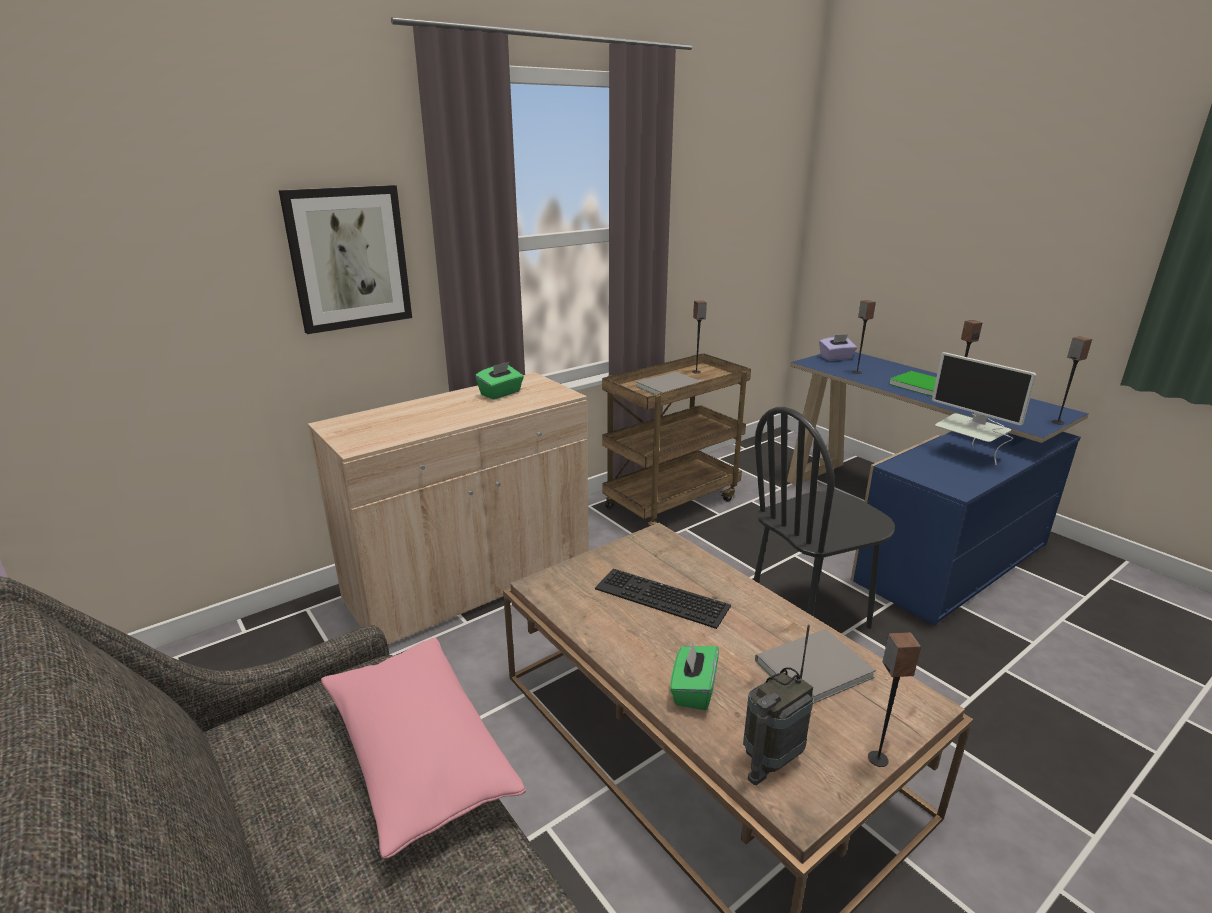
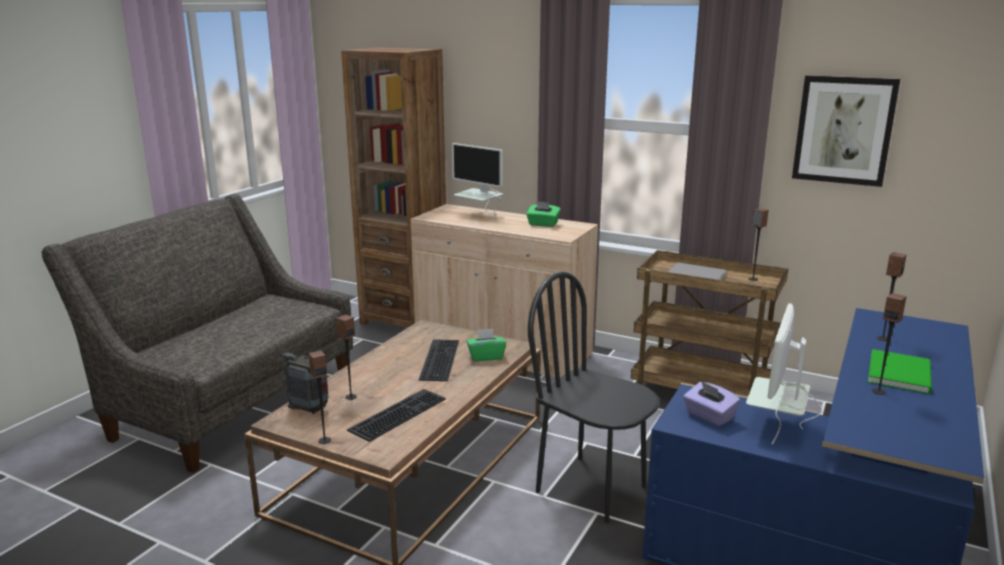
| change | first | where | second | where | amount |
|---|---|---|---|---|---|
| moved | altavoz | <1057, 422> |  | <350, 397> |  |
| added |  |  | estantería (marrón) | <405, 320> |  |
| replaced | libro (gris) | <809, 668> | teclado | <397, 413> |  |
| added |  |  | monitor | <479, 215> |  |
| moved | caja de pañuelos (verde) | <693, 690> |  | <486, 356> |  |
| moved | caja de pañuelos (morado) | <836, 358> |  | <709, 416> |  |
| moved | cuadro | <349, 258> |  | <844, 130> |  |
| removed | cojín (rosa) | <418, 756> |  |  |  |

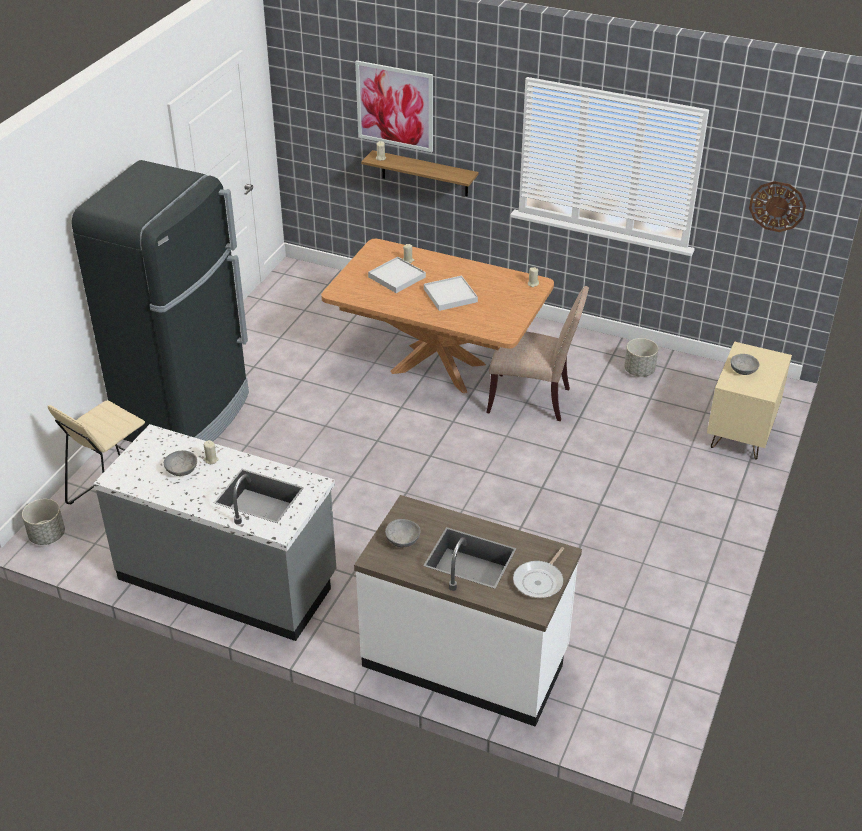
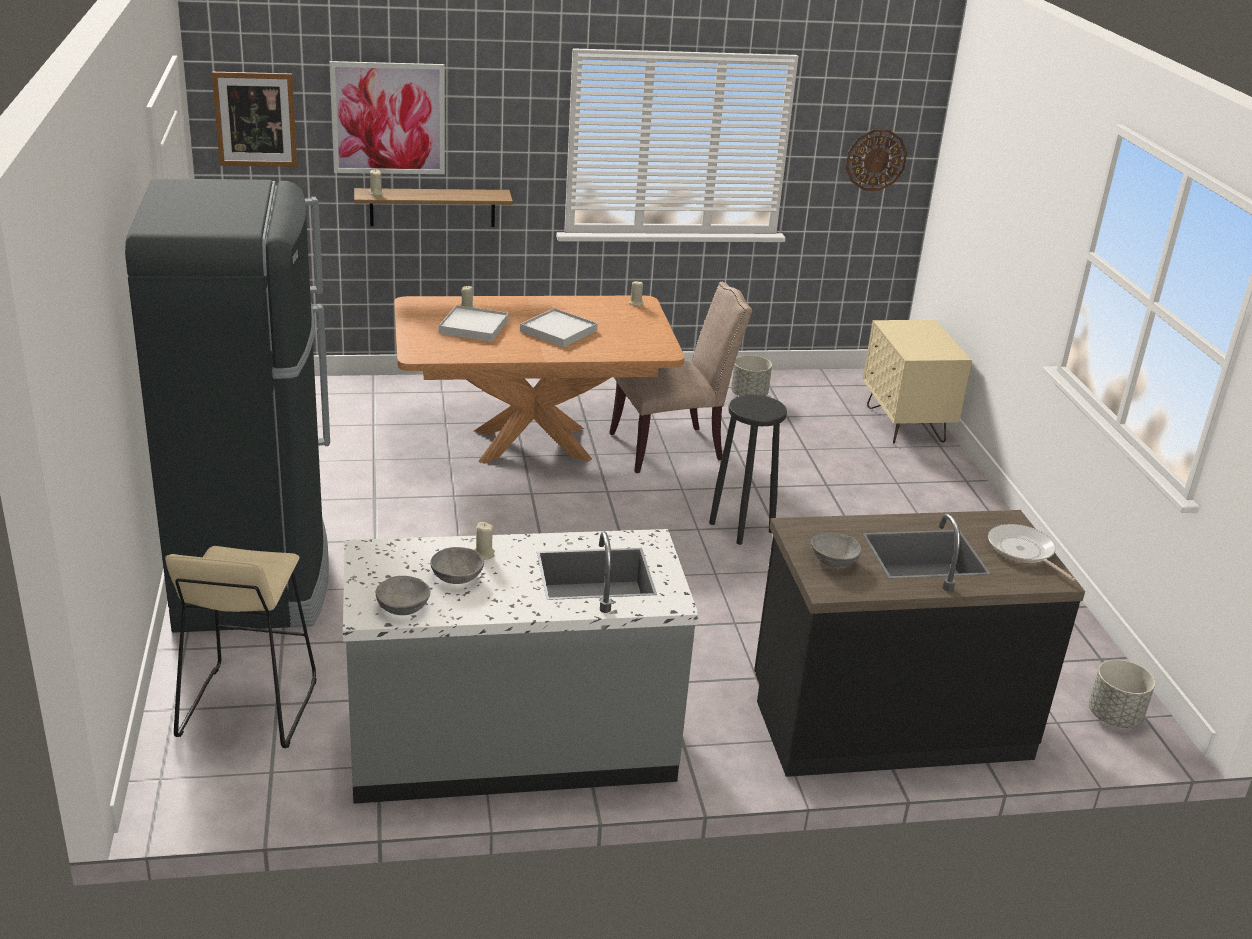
| change | first | where | second | where | amount |
|---|---|---|---|---|---|
| added |  |  | cuadro | <255, 119> |  |
| moved | cuenco (gris) | <742, 370> |  | <402, 607> |  |
| added |  |  | taburete (negro) | <742, 527> |  |
| recoloured | mueble bajo de cocina (blanco) | <465, 658> | mueble bajo de cocina (negro) | <888, 721> |  |
| turned | sartén | <539, 581> |  | <1023, 551> | 150 degrees clockwise |
| moved | maceta (gris) | <47, 536> |  | <1114, 717> |  |

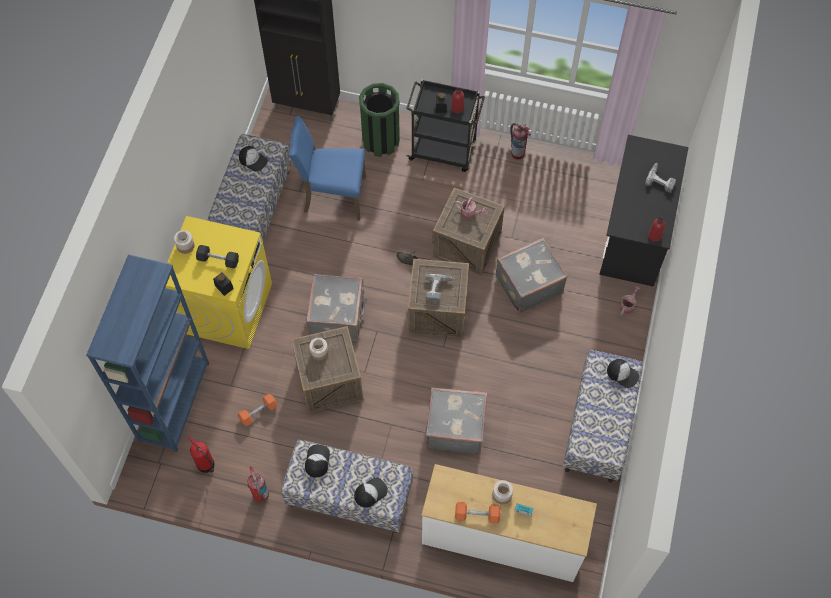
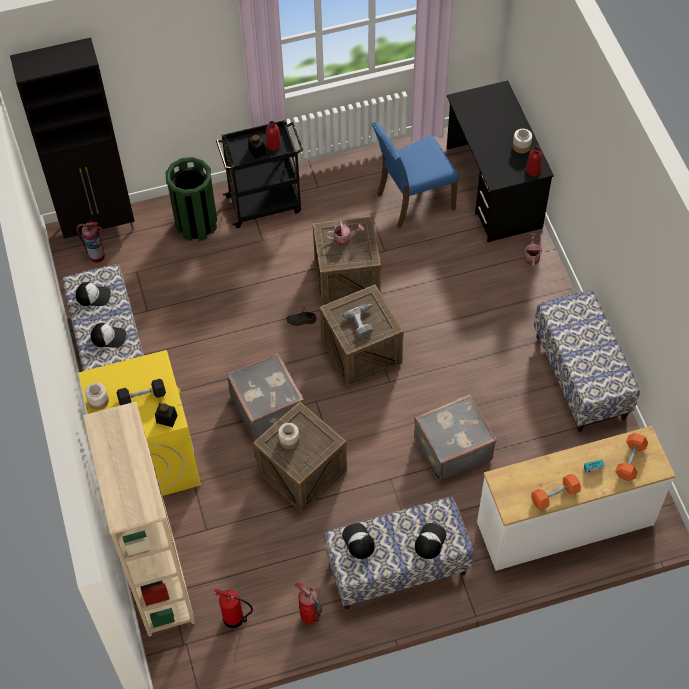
| change | first | where | second | where | amount |
|---|---|---|---|---|---|
| moved | extintor | <517, 153> |  | <97, 256> |  |
| recoloured | estantería (azul) | <174, 402> | estantería (beis) | <159, 577> |  |
| moved | gorra | <623, 374> |  | <109, 337> |  |
| moved | silla (azul) | <333, 196> |  | <413, 201> |  |
| moved | tarro | <501, 495> |  | <521, 146> |  |
| moved | mancuerna (naranja) | <258, 412> |  | <630, 460> |  |
| removed | maleta (gris) | <528, 284> |  |  |  |
| removed | taladro | <661, 179> |  |  |  |

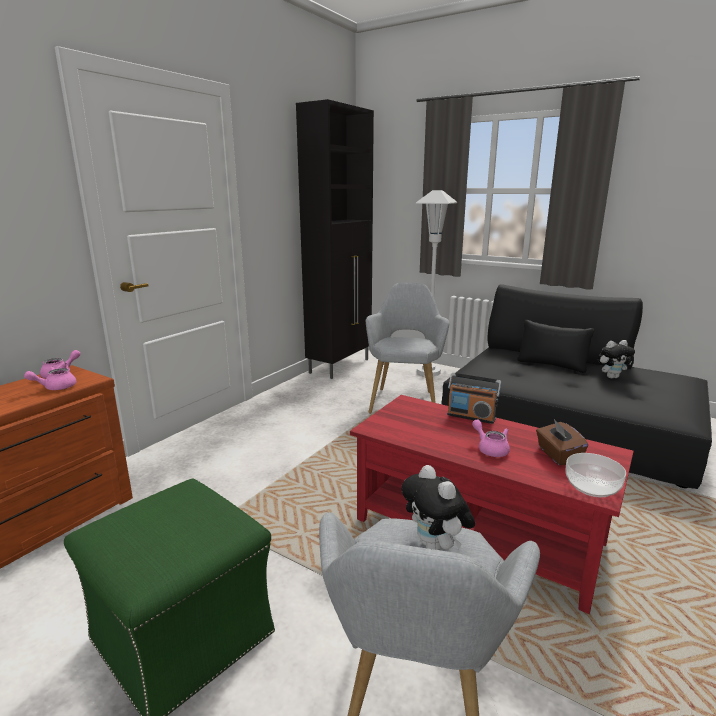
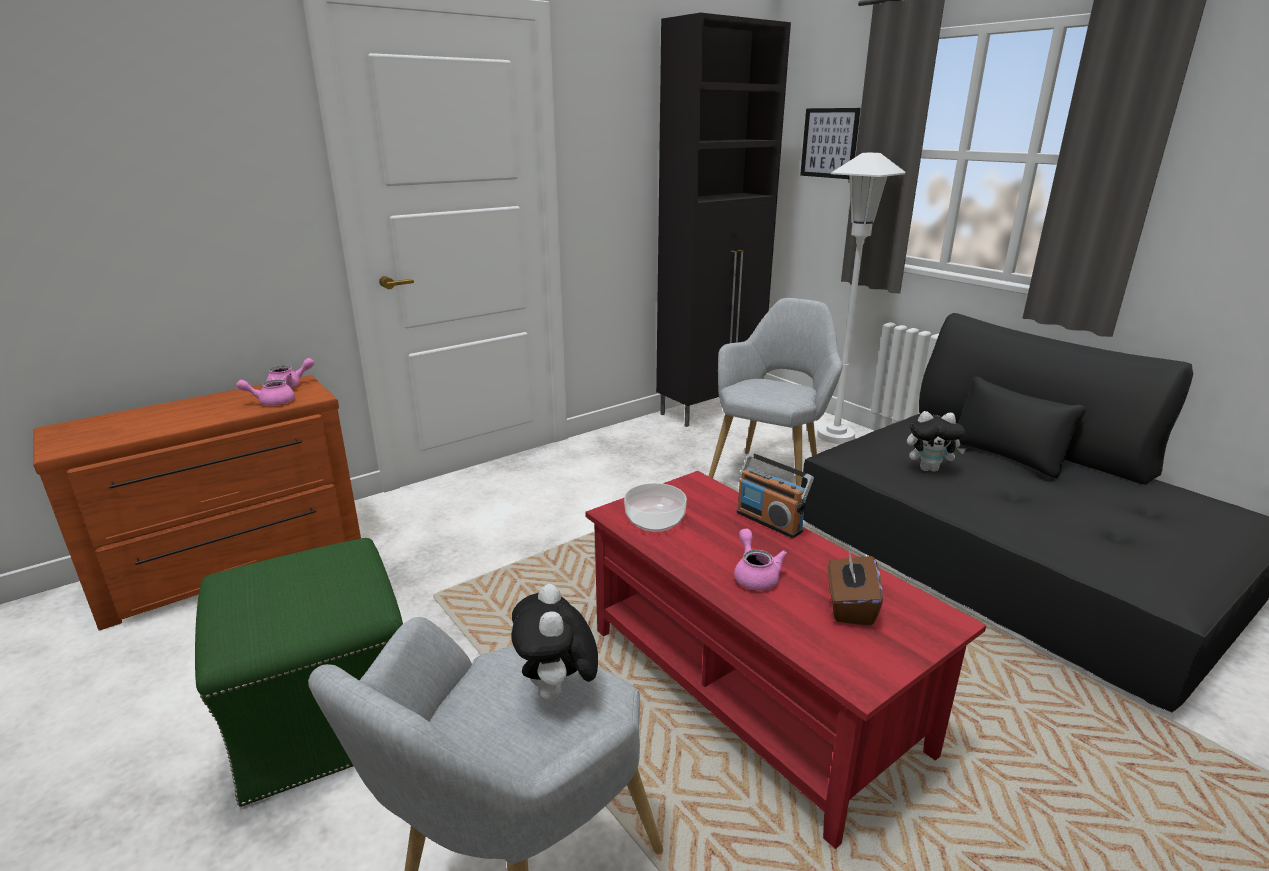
| change | first | where | second | where | amount |
|---|---|---|---|---|---|
| moved | cuenco | <592, 486> |  | <655, 520> |  |
| added |  |  | cuadro | <829, 143> |  |
| moved | peluche | <611, 377> |  | <929, 469> |  |

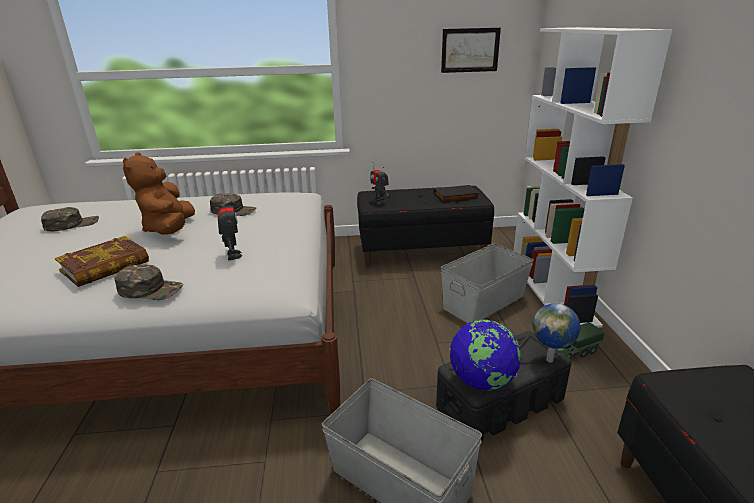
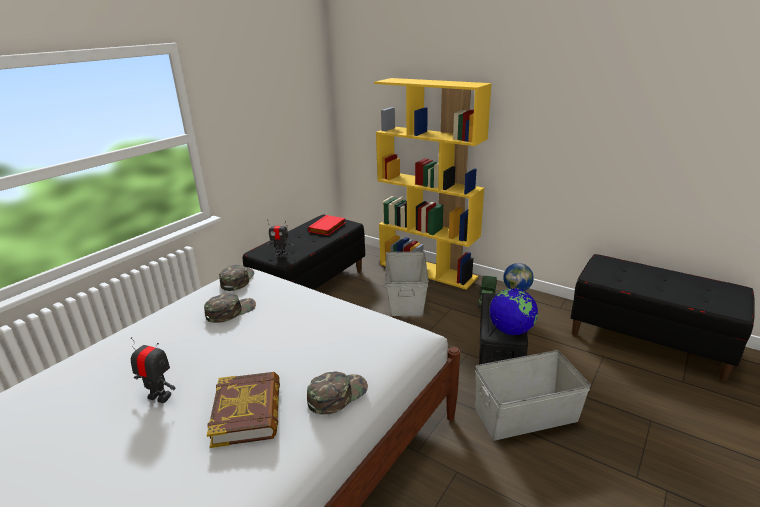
| change | first | where | second | where | amount |
|---|---|---|---|---|---|
| moved | robot de juguete | <233, 255> |  | <159, 396> |  |
| moved | gorra (verde) | <72, 224> |  | <237, 280> |  |
| recoloured | libro (negro) | <456, 196> | libro (rojo) | <328, 227> |  |
| recoloured | estantería (blanco) | <552, 291> | estantería (amarillo) | <428, 270> |  |
| removed | peluche (marrón) | <169, 229> |  |  |  |
| removed | cuadro | <470, 50> |  |  |  |

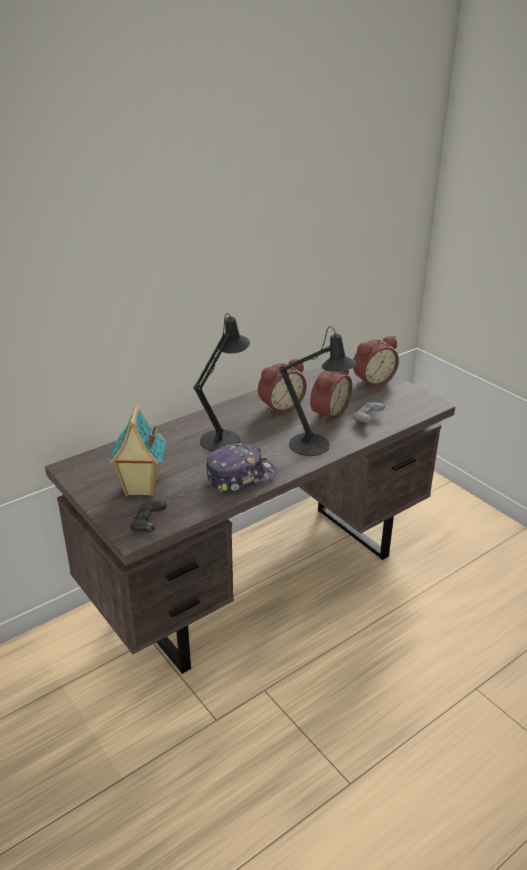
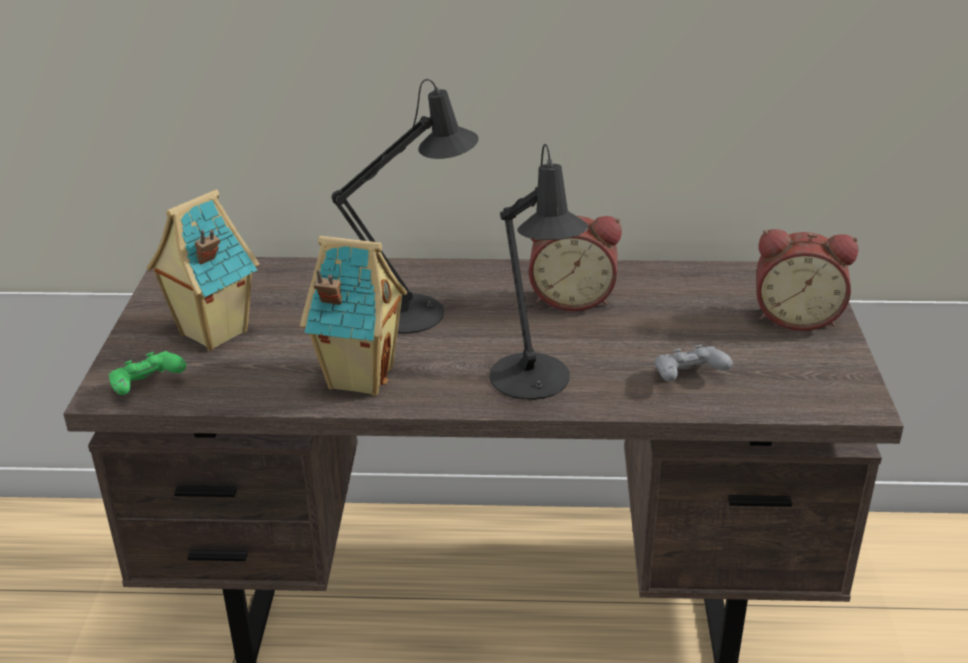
| change | first | where | second | where | amount |
|---|---|---|---|---|---|
| recoloured | mando de consola (negro) | <148, 525> | mando de consola (verde) | <147, 387> |  |
| replaced | gorra | <240, 476> | casita | <358, 377> |  |
| removed | despertador | <327, 412> |  |  |  |

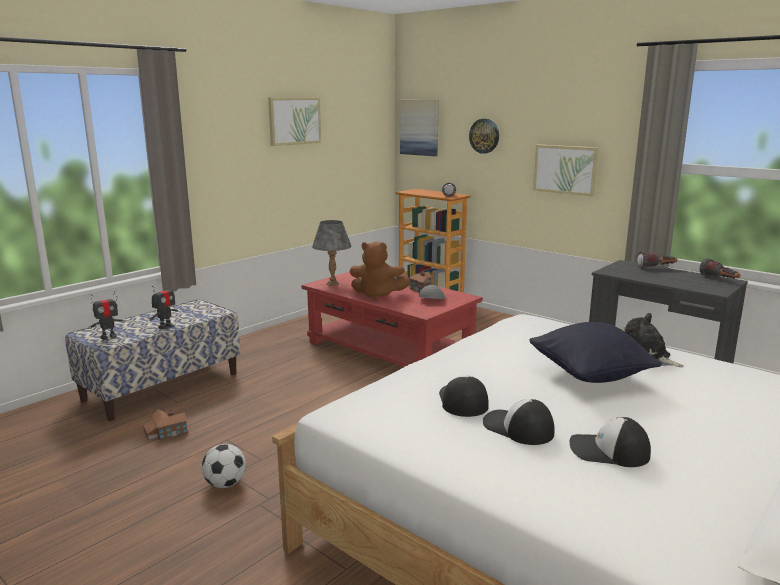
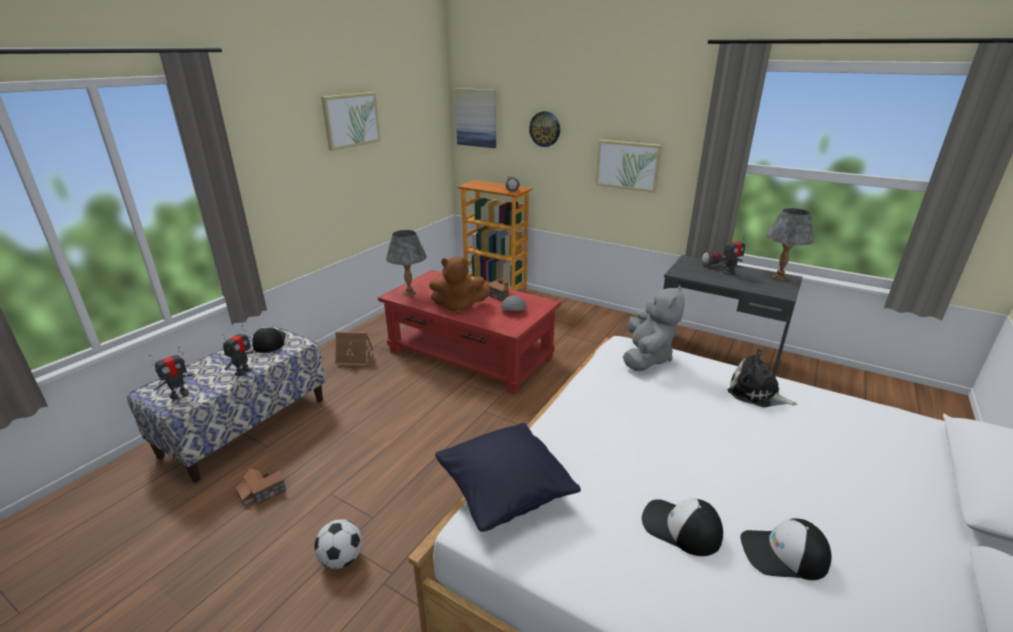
| change | first | where | second | where | amount |
|---|---|---|---|---|---|
| moved | gorra | <462, 401> |  | <269, 342> |  |
| added |  |  | casita | <357, 359> |  |
| moved | cojín (negro) | <589, 376> |  | <505, 494> |  |
| added |  |  | peluche (gris) | <646, 357> |  |
| added |  |  | robot de juguete | <729, 273> |  |
| replaced | linterna | <719, 280> | lámpara de mesa (gris) | <779, 277> |  |

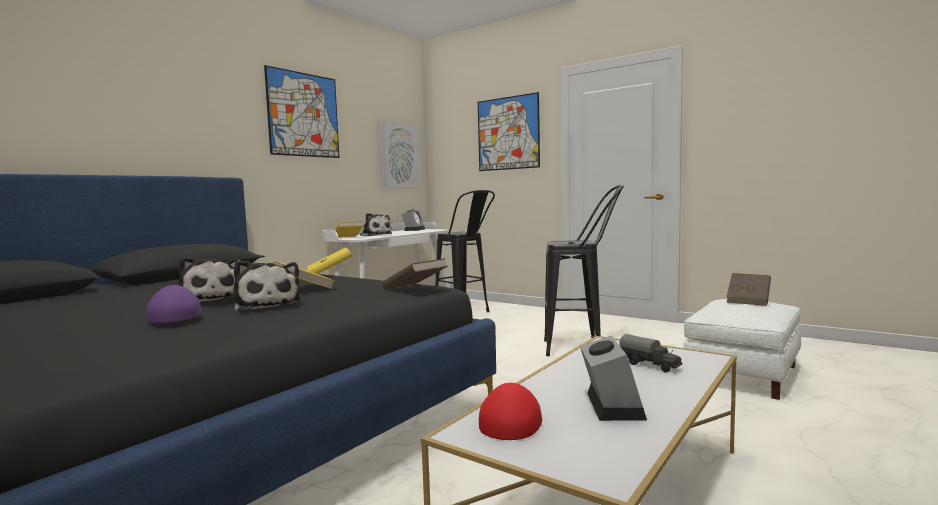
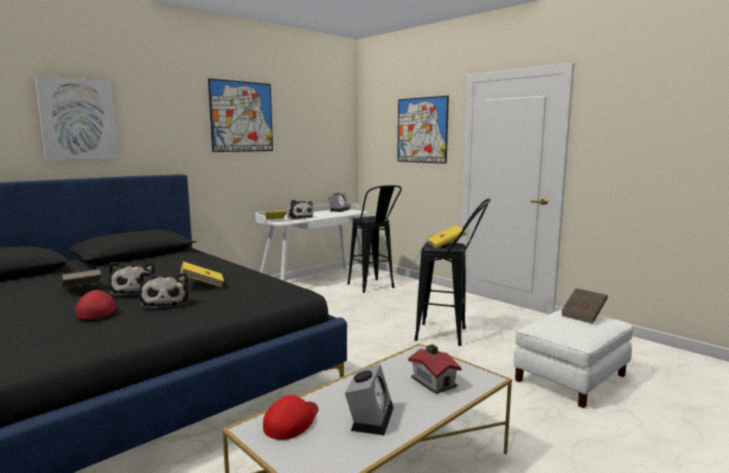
| change | first | where | second | where | amount |
|---|---|---|---|---|---|
| moved | cuadro | <399, 156> |  | <78, 119> |  |
| moved | libro (marrón) | <415, 289> |  | <82, 289> |  |
| recoloured | gorra (morado) | <176, 315> | gorra (rojo) | <98, 310> |  |
| replaced | camión de juguete | <650, 365> | casita | <434, 381> |  |
| moved | libro (amarillo) | <330, 273> |  | <446, 245> |  |

